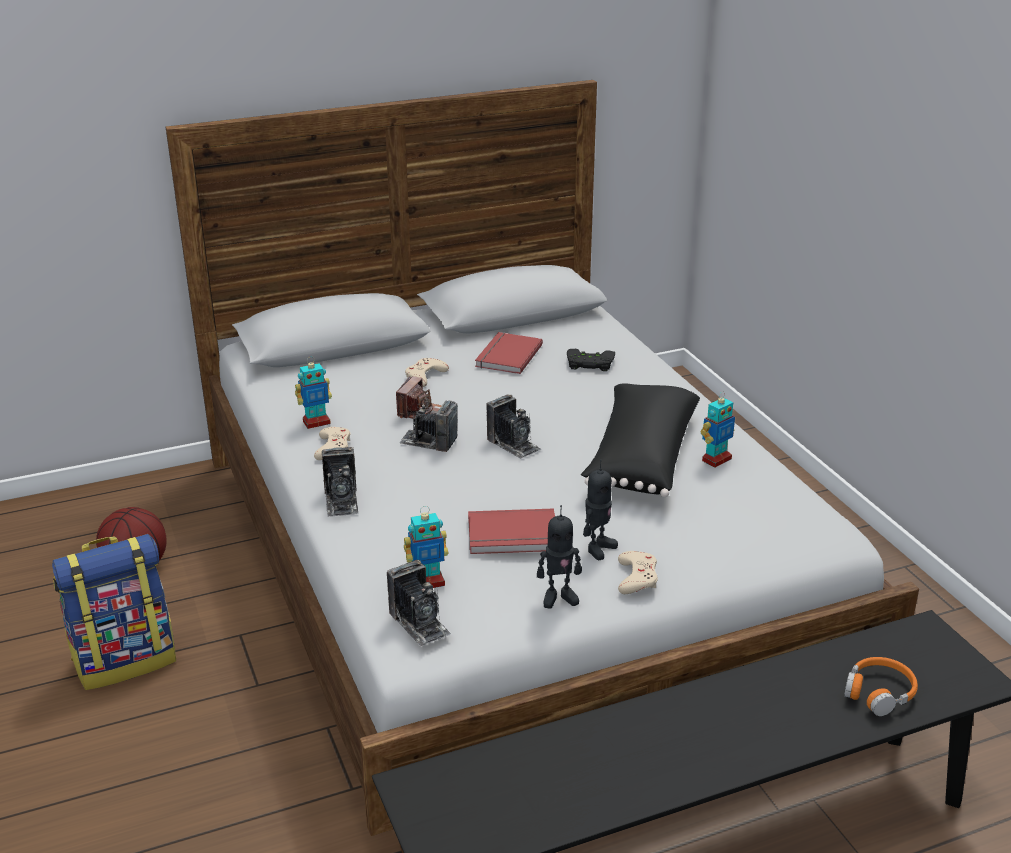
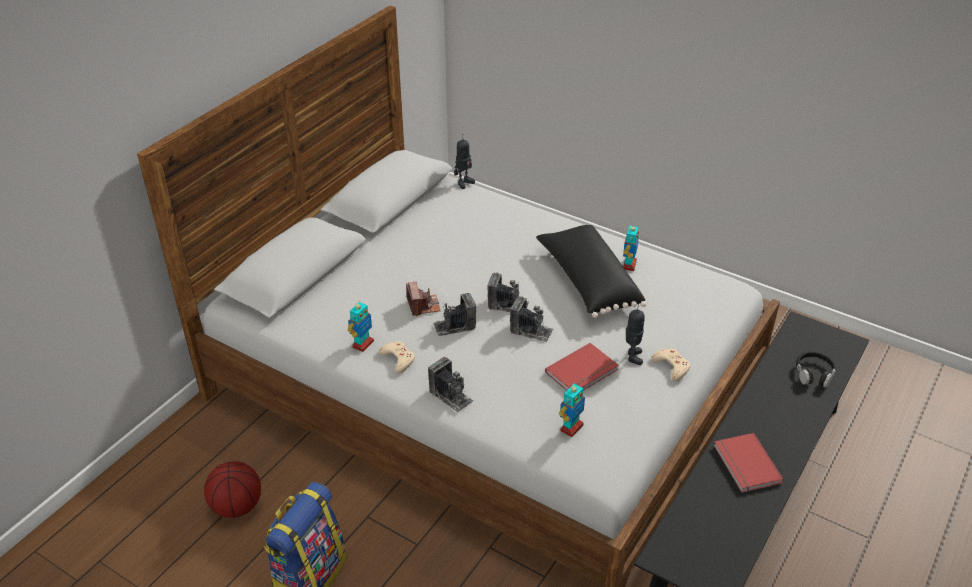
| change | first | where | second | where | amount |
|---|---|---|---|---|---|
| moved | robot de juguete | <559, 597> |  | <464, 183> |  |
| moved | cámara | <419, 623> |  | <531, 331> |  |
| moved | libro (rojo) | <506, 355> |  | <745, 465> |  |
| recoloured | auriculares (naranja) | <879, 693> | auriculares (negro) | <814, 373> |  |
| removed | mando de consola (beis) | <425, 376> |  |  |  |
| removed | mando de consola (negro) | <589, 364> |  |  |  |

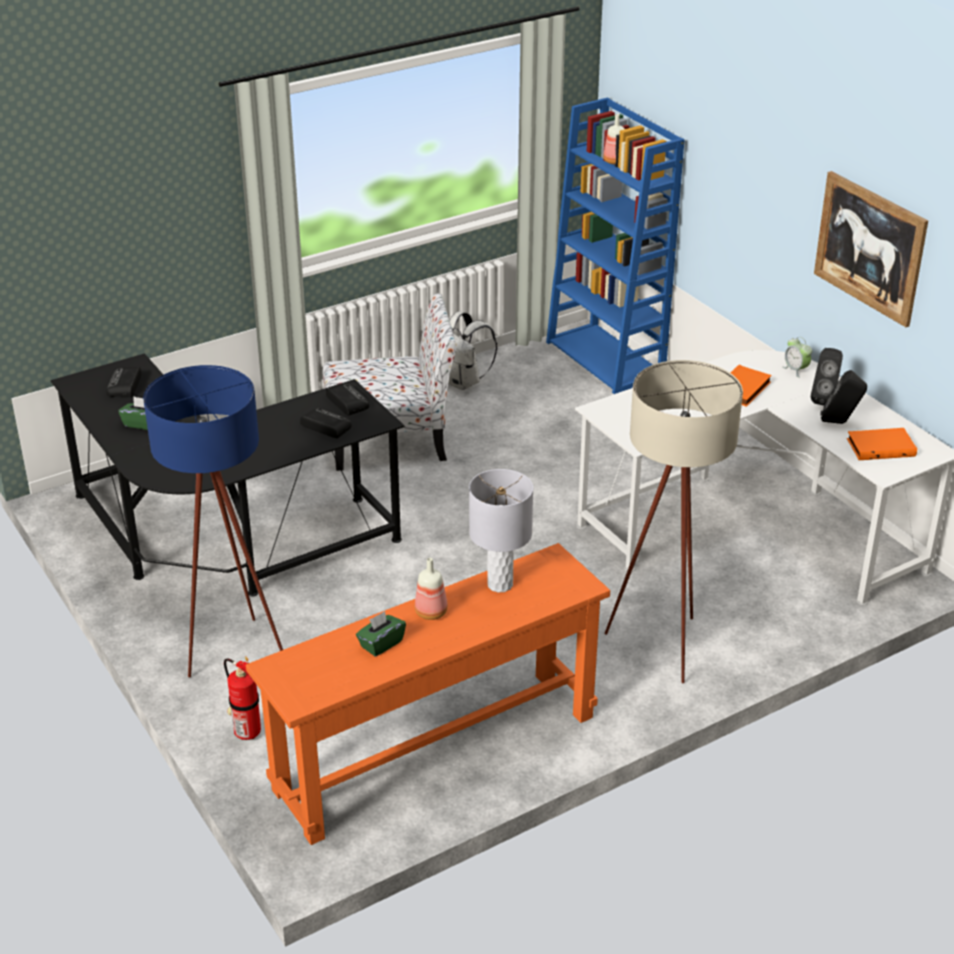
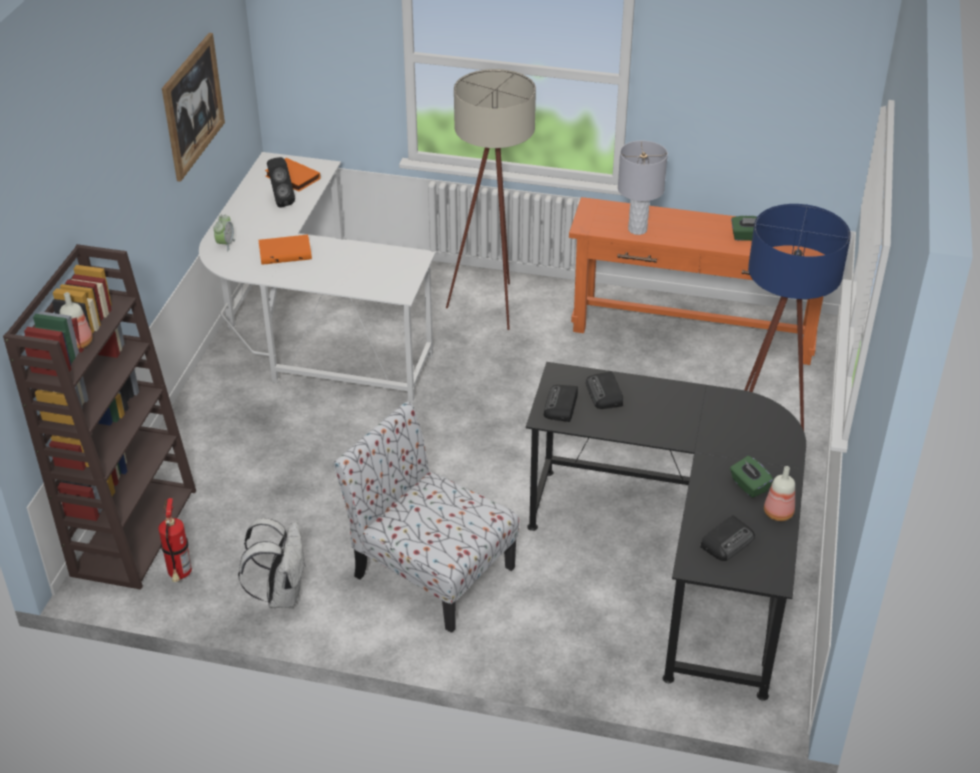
| change | first | where | second | where | amount |
|---|---|---|---|---|---|
| recoloured | estantería (azul) | <606, 359> | estantería (marrón) | <134, 530> |  |
| moved | extintor | <245, 732> |  | <180, 575> |  |
| moved | botella | <431, 611> |  | <777, 513> |  |
| removed | altavoz (negro) | <825, 399> |  |  |  |

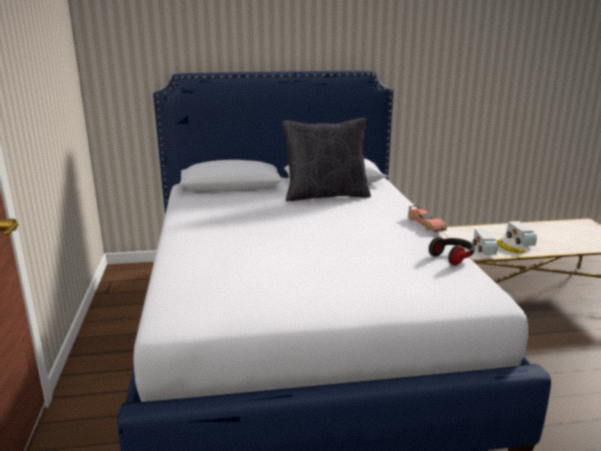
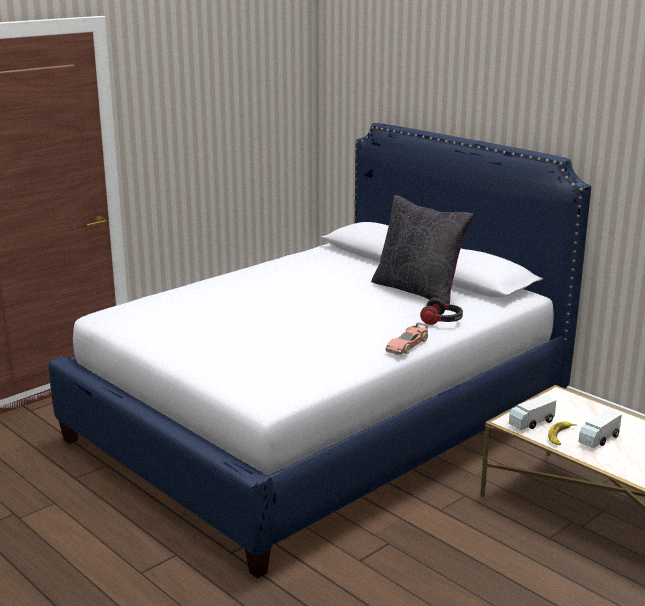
| change | first | where | second | where | amount |
|---|---|---|---|---|---|
| moved | auriculares | <452, 257> |  | <442, 321> |  |

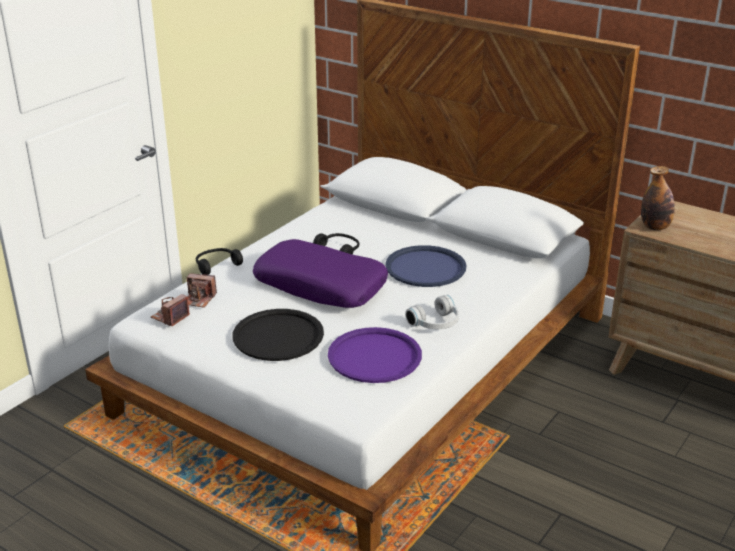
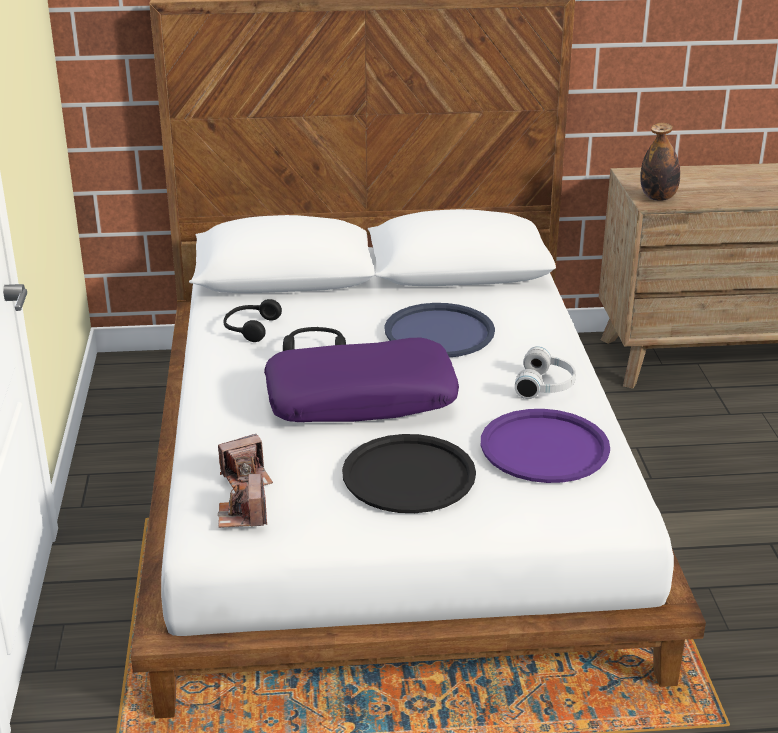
| change | first | where | second | where | amount |
|---|---|---|---|---|---|
| moved | auriculares (negro) | <216, 265> |  | <250, 328> |  |

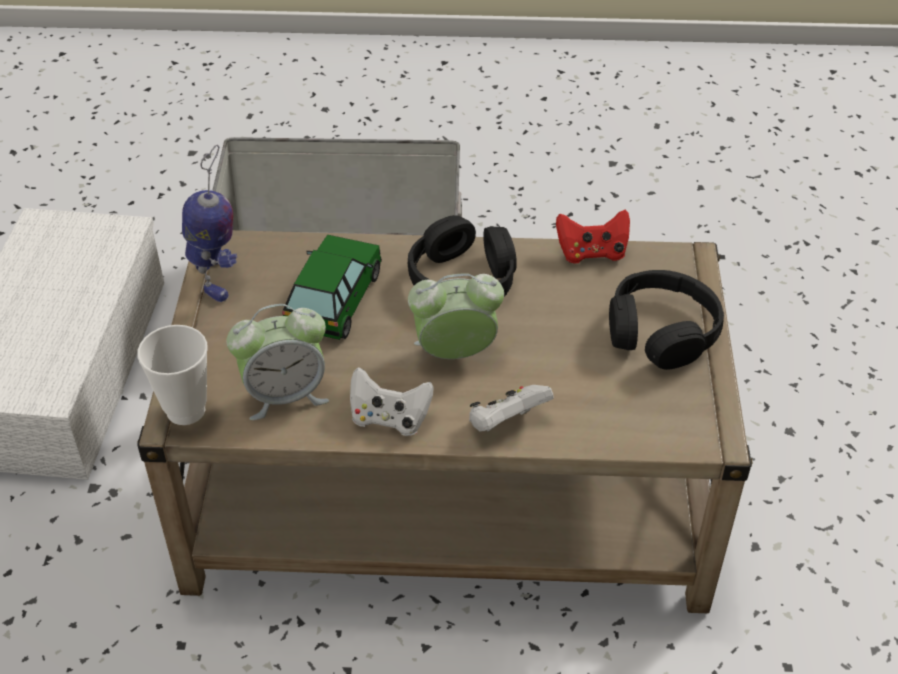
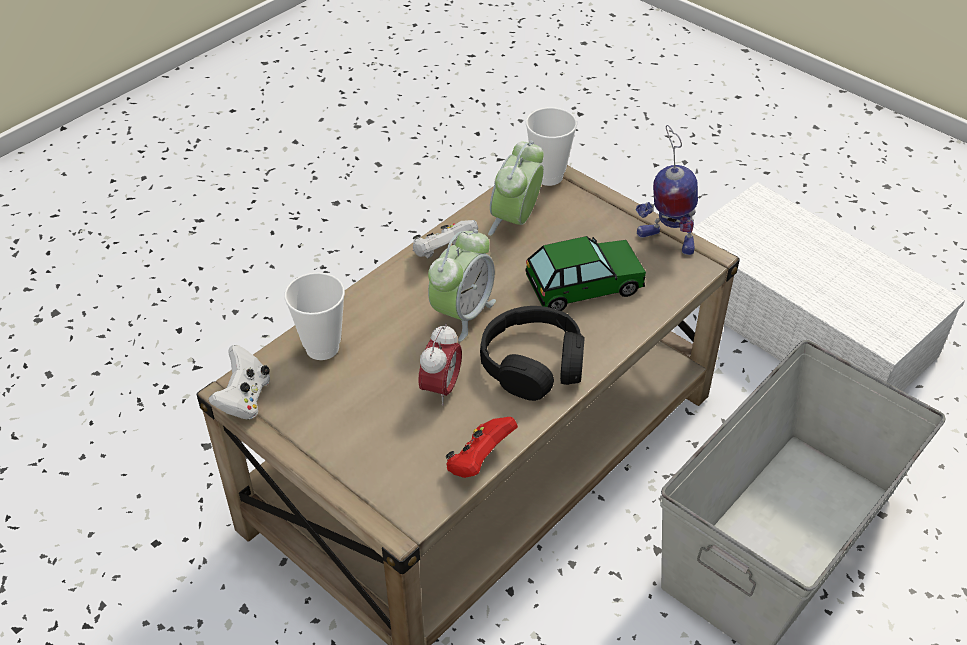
| change | first | where | second | where | amount |
|---|---|---|---|---|---|
| moved | mando de consola (blanco) | <506, 423> |  | <244, 399> |  |
| added |  |  | taza | <322, 348> |  |
| added |  |  | despertador | <441, 388> |  |
| turned | coche de juguete | <334, 299> |  | <584, 285> | 75 degrees counterclockwise |
| removed | auriculares (negro) | <661, 332> |  |  |  |

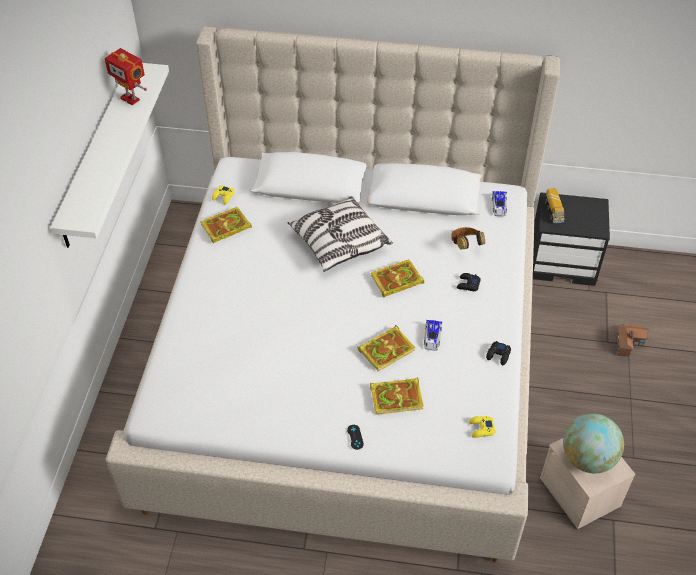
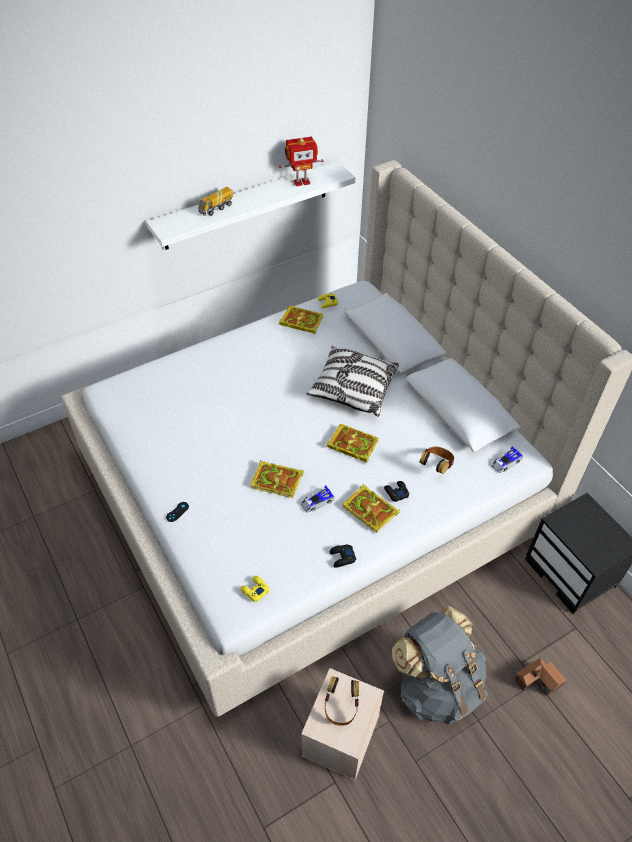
| change | first | where | second | where | amount |
|---|---|---|---|---|---|
| moved | camión de juguete | <553, 211> |  | <216, 208> |  |
| turned | robot de juguete | <131, 98> |  | <301, 182> | 105 degrees counterclockwise |
| replaced | globo terráqueo | <587, 458> | auriculares | <341, 707> |  |
| moved | libro | <397, 397> |  | <371, 510> |  |
| added |  |  | mochila (gris) | <437, 685> |  |

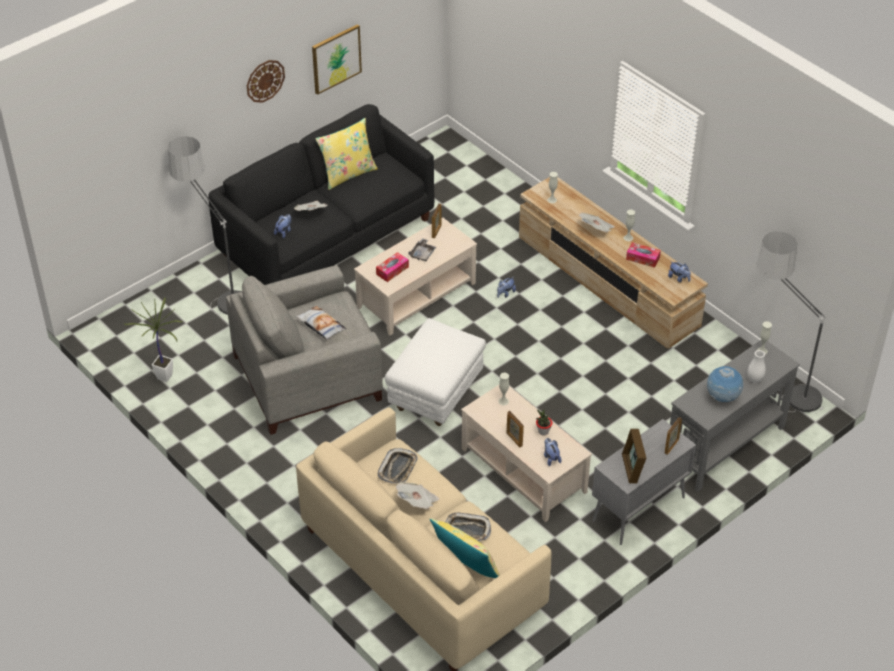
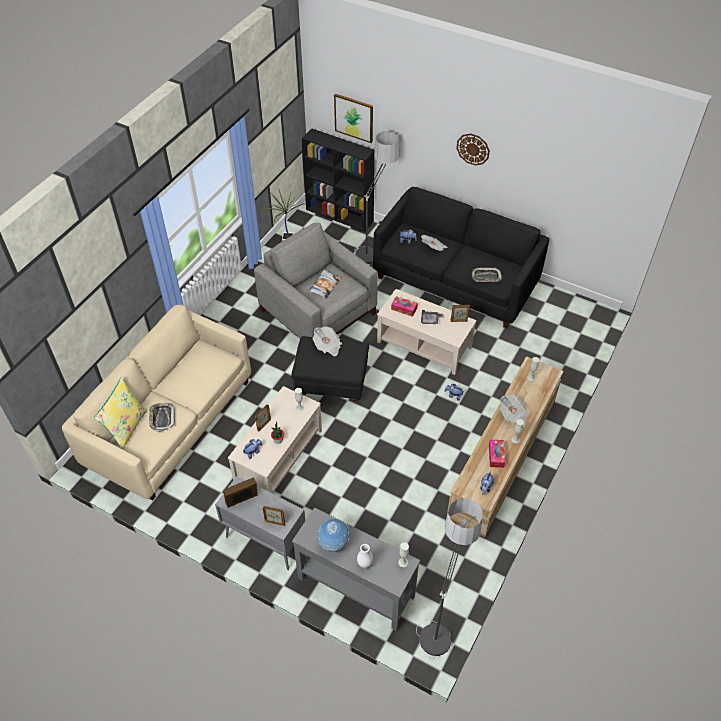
| change | first | where | second | where | amount |
|---|---|---|---|---|---|
| recoloured | puf (blanco) | <436, 395> | puf (negro) | <331, 384> |  |
| added |  |  | estantería (negro) | <340, 215> |  |
| moved | periódico | <417, 502> |  | <327, 346> |  |
| moved | cuadro | <336, 58> |  | <354, 117> |  |
| moved | bandeja | <398, 468> |  | <486, 277> |  |
| removed | cojín (amarillo) | <348, 174> |  |  |  |

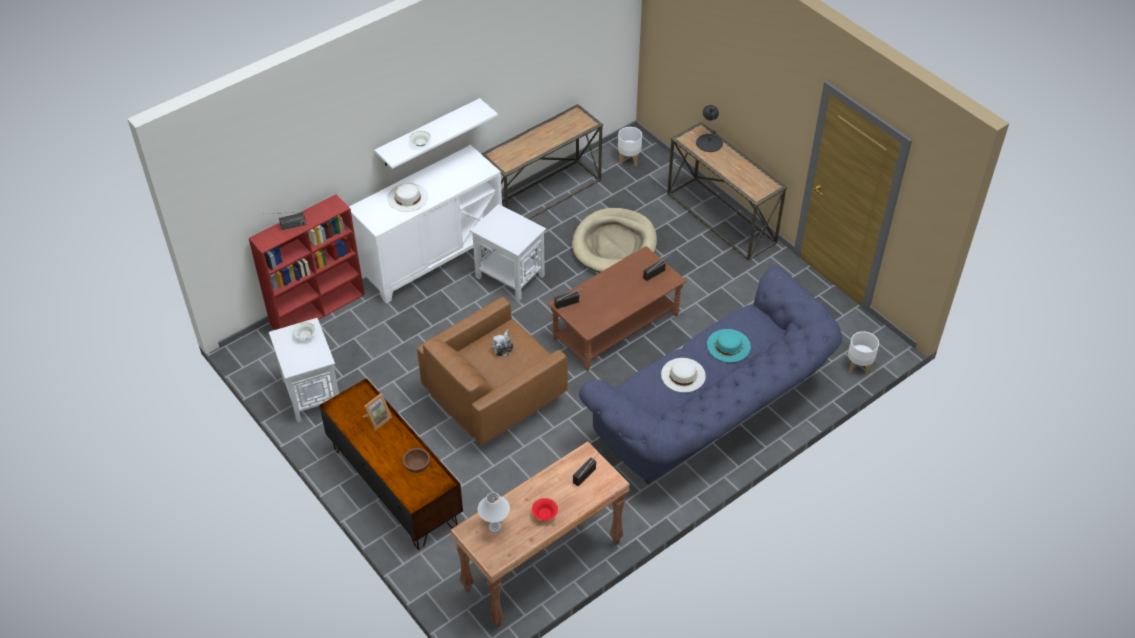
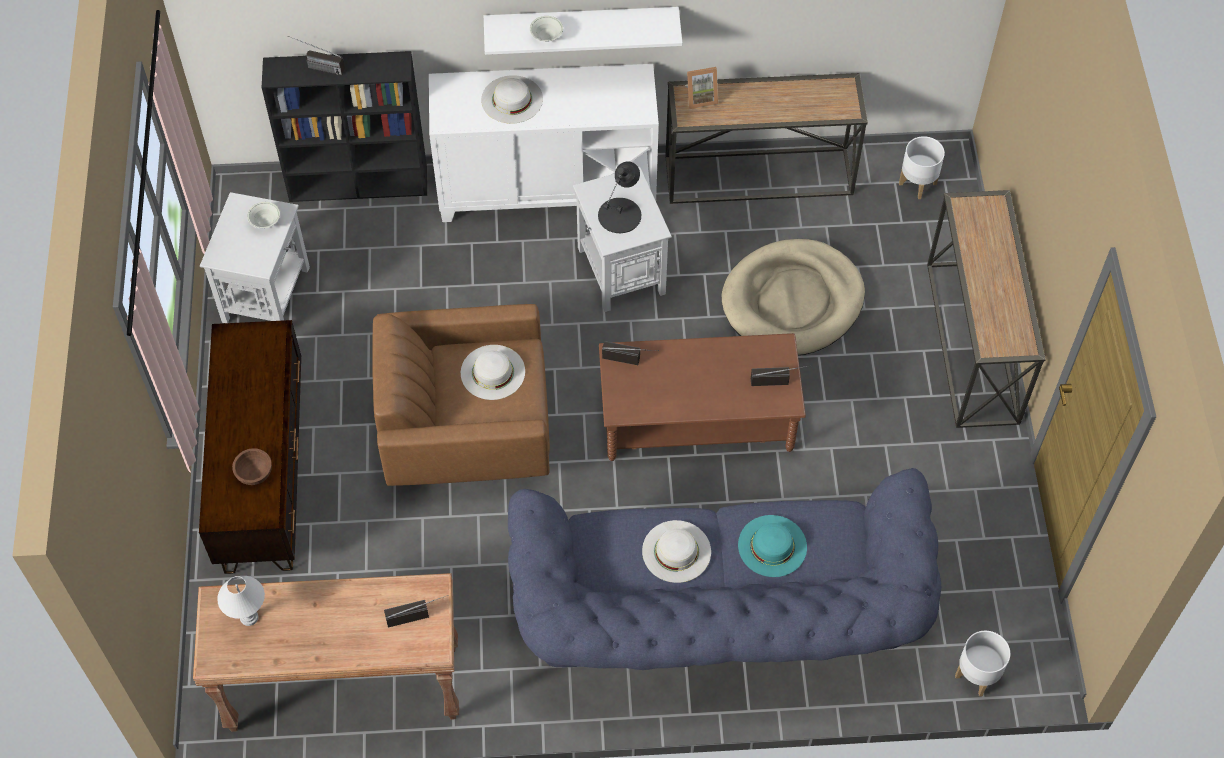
| change | first | where | second | where | amount |
|---|---|---|---|---|---|
| recoloured | estantería (rojo) | <318, 308> | estantería (negro) | <360, 184> |  |
| replaced | peluche | <503, 347> | sombrero (blanco) | <493, 372> |  |
| moved | lámpara de mesa (negro) | <709, 142> |  | <620, 215> |  |
| moved | portarretratos | <377, 419> |  | <700, 98> |  |
| removed | cuenco (rojo) | <544, 514> |  |  |  |

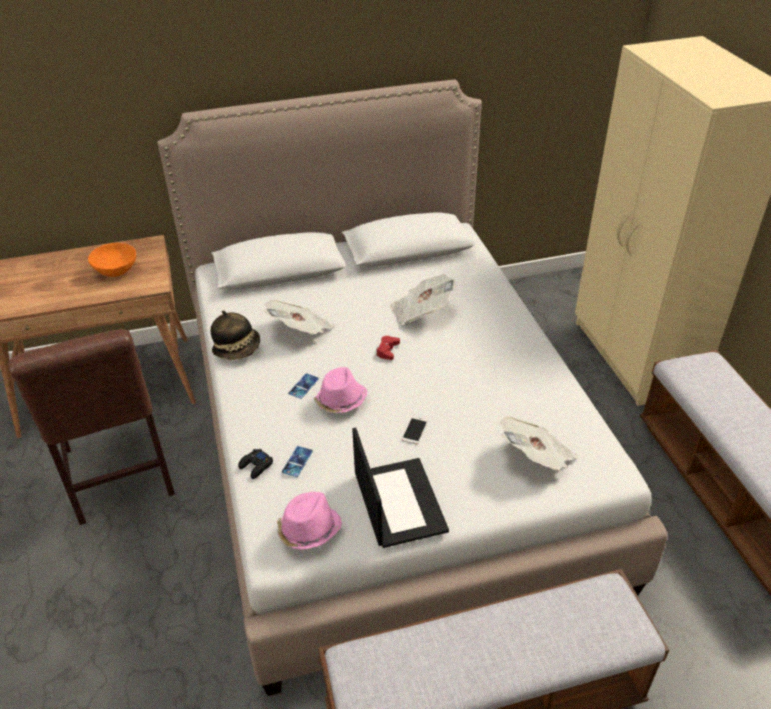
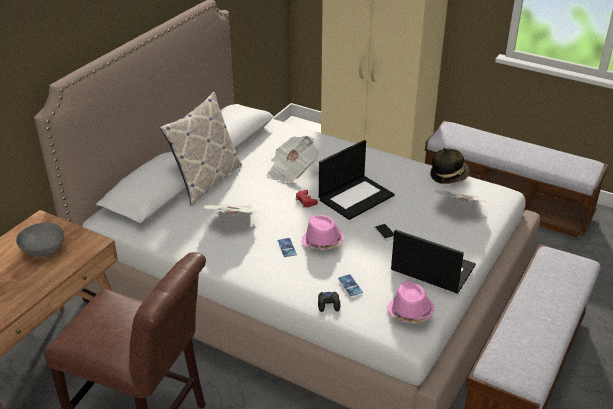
| change | first | where | second | where | amount |
|---|---|---|---|---|---|
| recoloured | cuenco (naranja) | <116, 271> | cuenco (gris) | <43, 250> |  |
| added |  |  | cojín | <206, 181> |  |
| added |  |  | portátil | <356, 197> |  |
| moved | sombrero | <237, 349> |  | <449, 176> |  |

